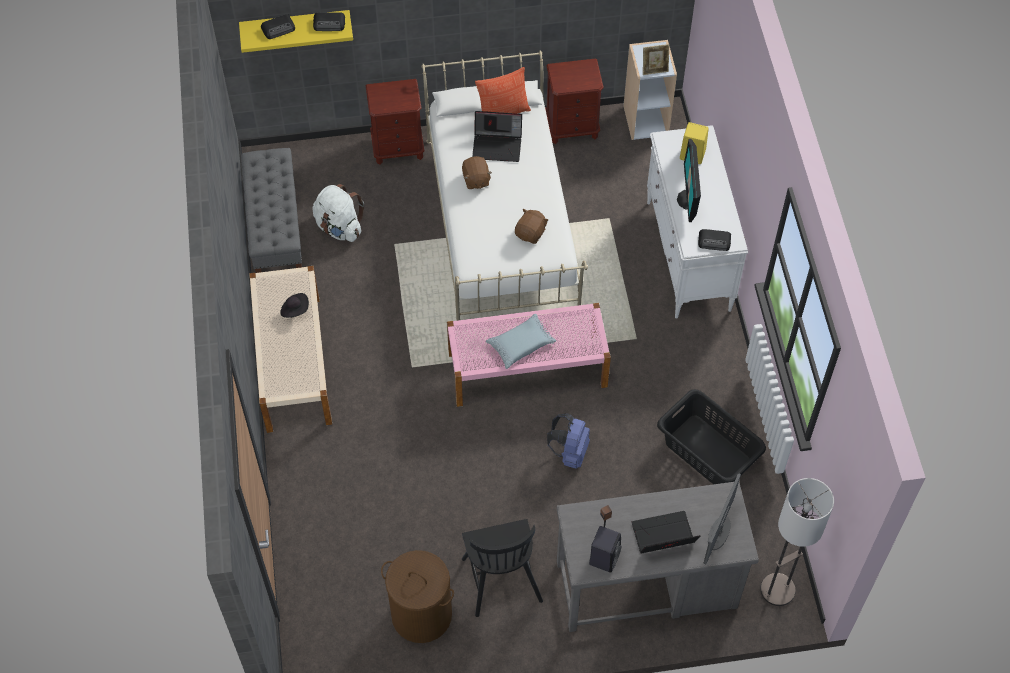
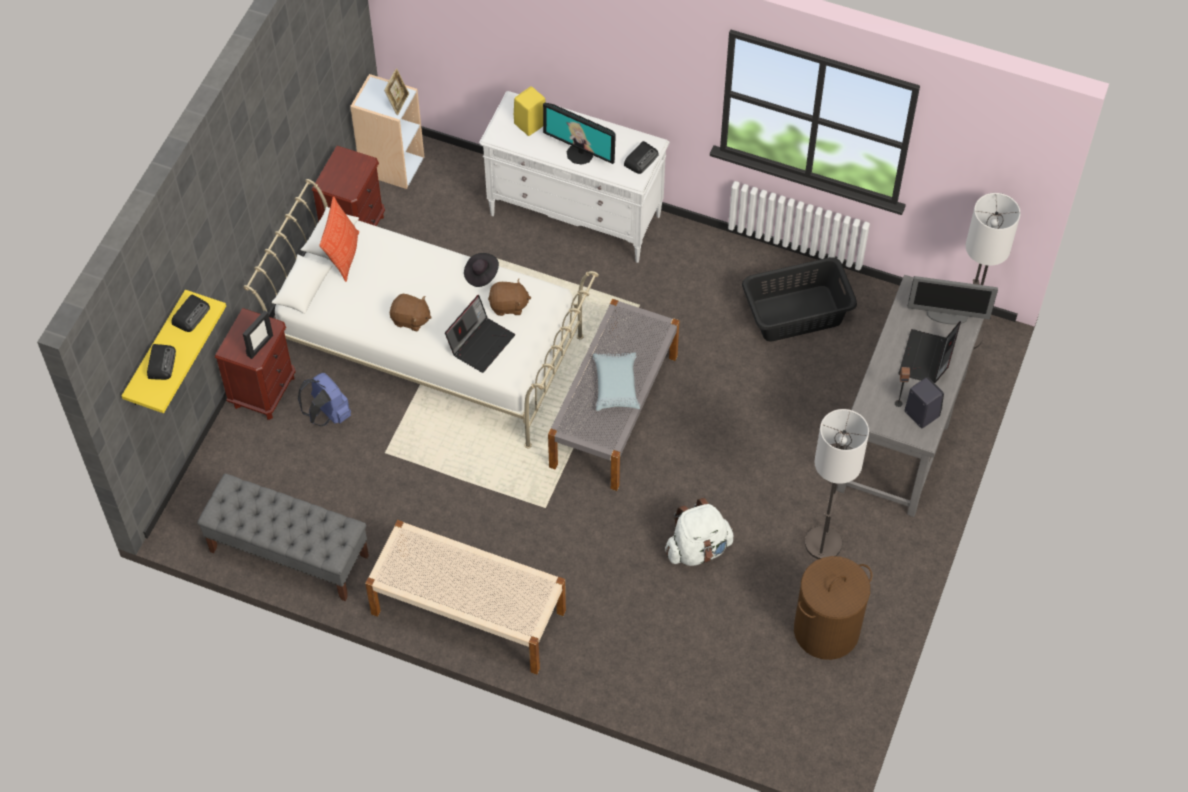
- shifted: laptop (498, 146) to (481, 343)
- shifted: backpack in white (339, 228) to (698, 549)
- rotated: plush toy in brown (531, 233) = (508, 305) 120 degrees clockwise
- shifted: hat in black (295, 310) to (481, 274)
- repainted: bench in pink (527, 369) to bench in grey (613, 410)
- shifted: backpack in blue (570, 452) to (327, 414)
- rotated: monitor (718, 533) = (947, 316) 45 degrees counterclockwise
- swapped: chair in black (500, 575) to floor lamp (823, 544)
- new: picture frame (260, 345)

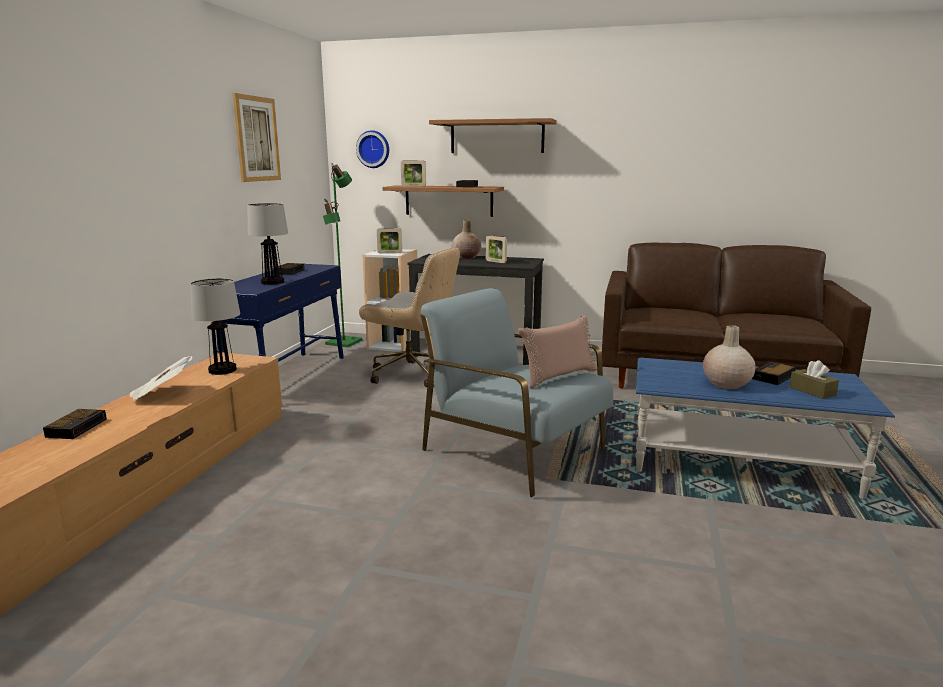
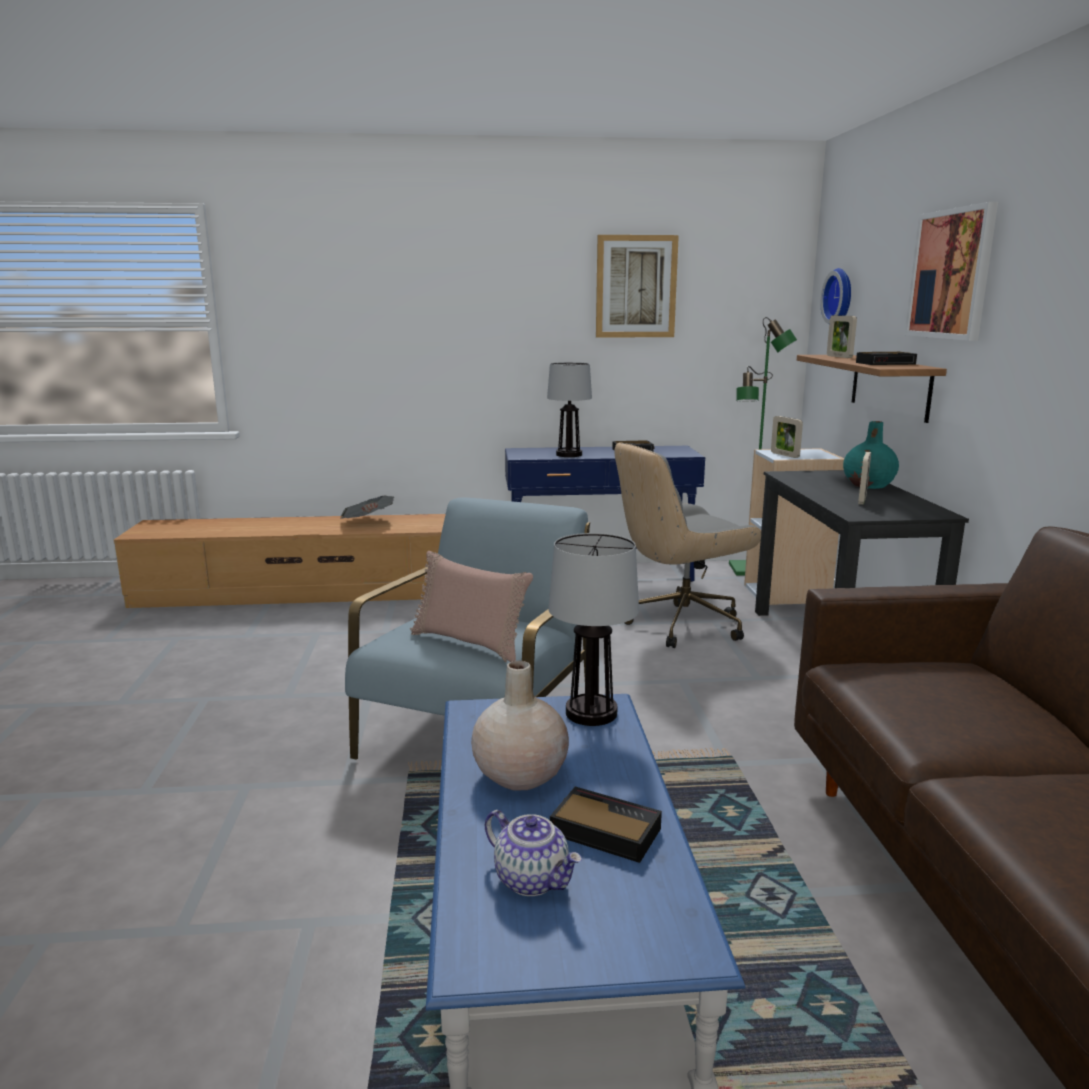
- swapped: shelf (497, 137) to picture (951, 274)
- repainted: vase in beige (466, 257) to vase in turquoise (869, 485)
- rotated: office chair in grey (412, 375) = (680, 626) 60 degrees clockwise
- shifted: table lamp (223, 370) to (592, 713)
- swapped: tissue box in brown (812, 391) to teapot (533, 879)
- gone: alarm clock (77, 427)

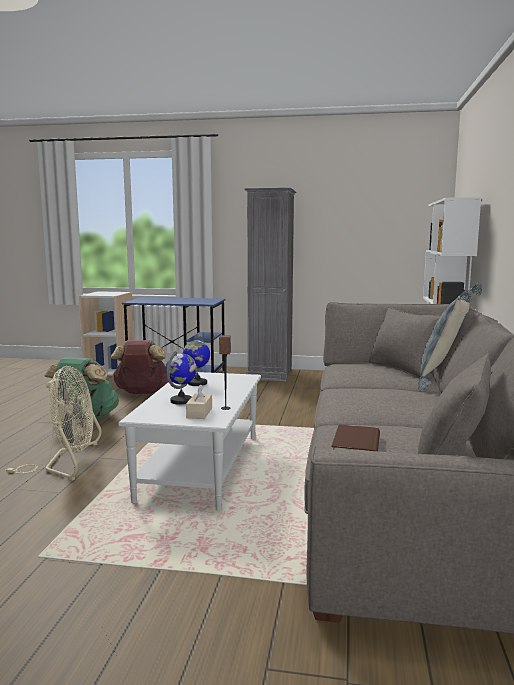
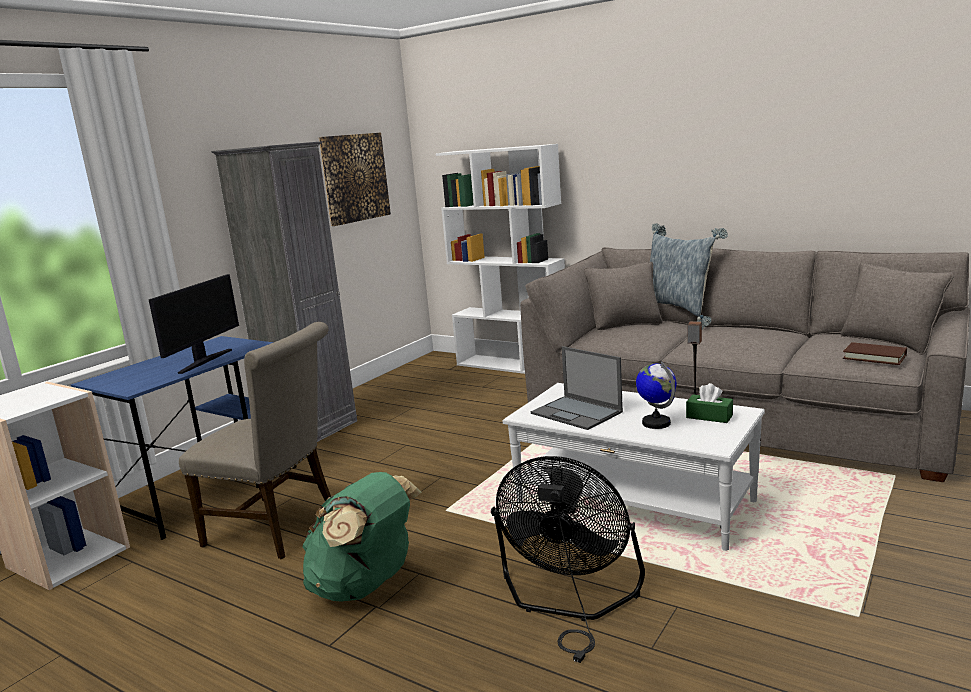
- swapped: globe (197, 383) to laptop (577, 413)
- swapped: backpack in brown (142, 393) to chair in beige (279, 528)
- repainted: fan in beige (65, 462) to fan in black (567, 603)
- repainted: tissue box in beige (199, 413) to tissue box in green (709, 416)
- new: picture (354, 178)
- new: monitor (204, 361)

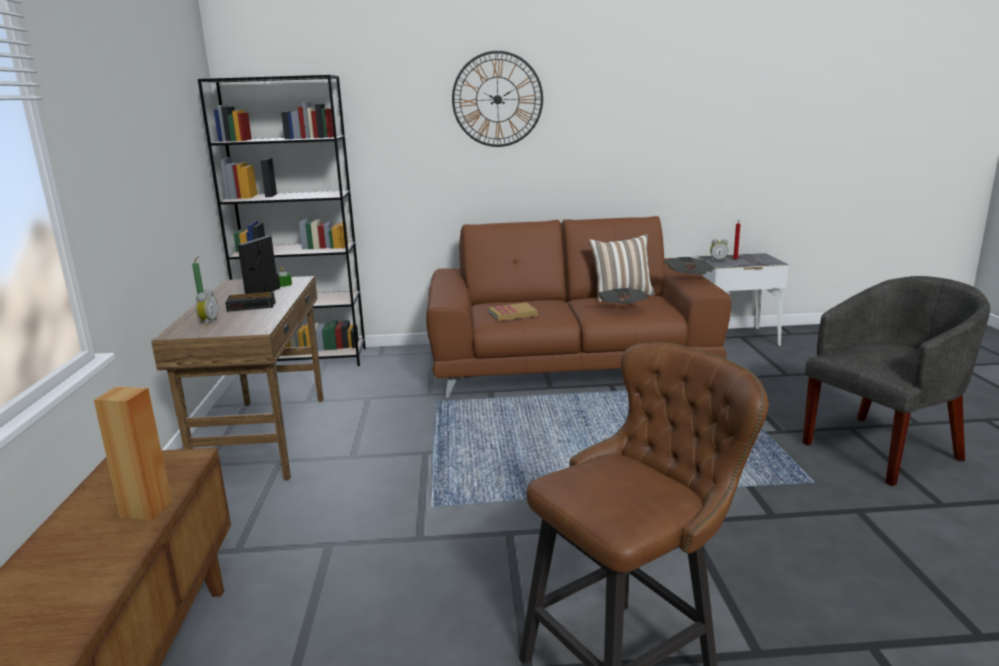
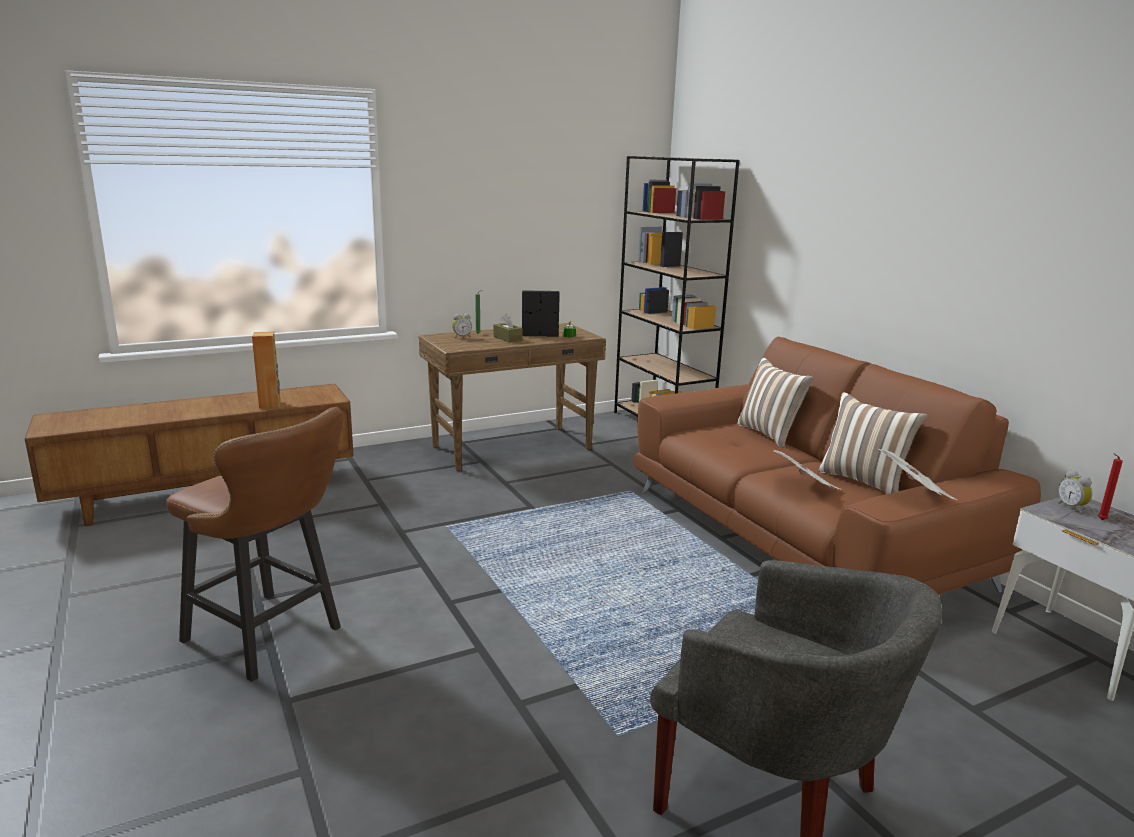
- gone: wall clock (497, 99)
- swapped: alarm clock (252, 305) to tissue box in brown (507, 338)
- gone: book (512, 314)
- new: pillow (770, 434)

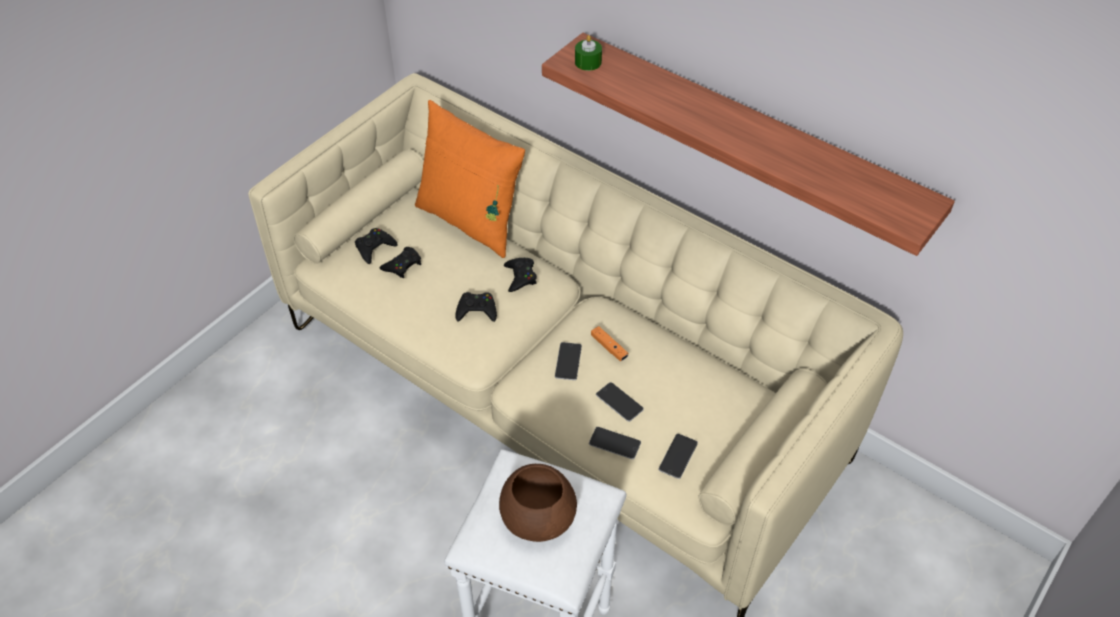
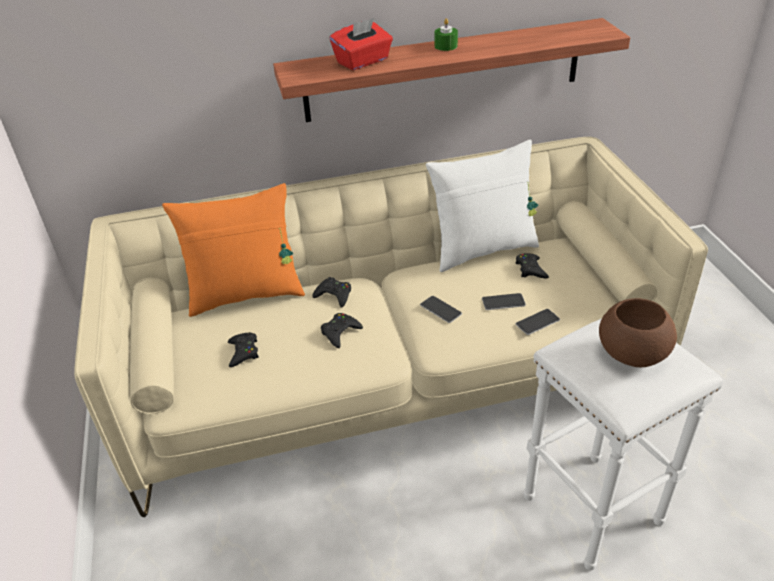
- shifted: candle in green (588, 62) to (446, 46)
- shifted: game controller in black (374, 248) to (530, 269)
- gone: game controller in orange (609, 347)
- gone: phone (678, 456)
- new: tissue box in red (363, 61)
- new: pillow in white (483, 251)

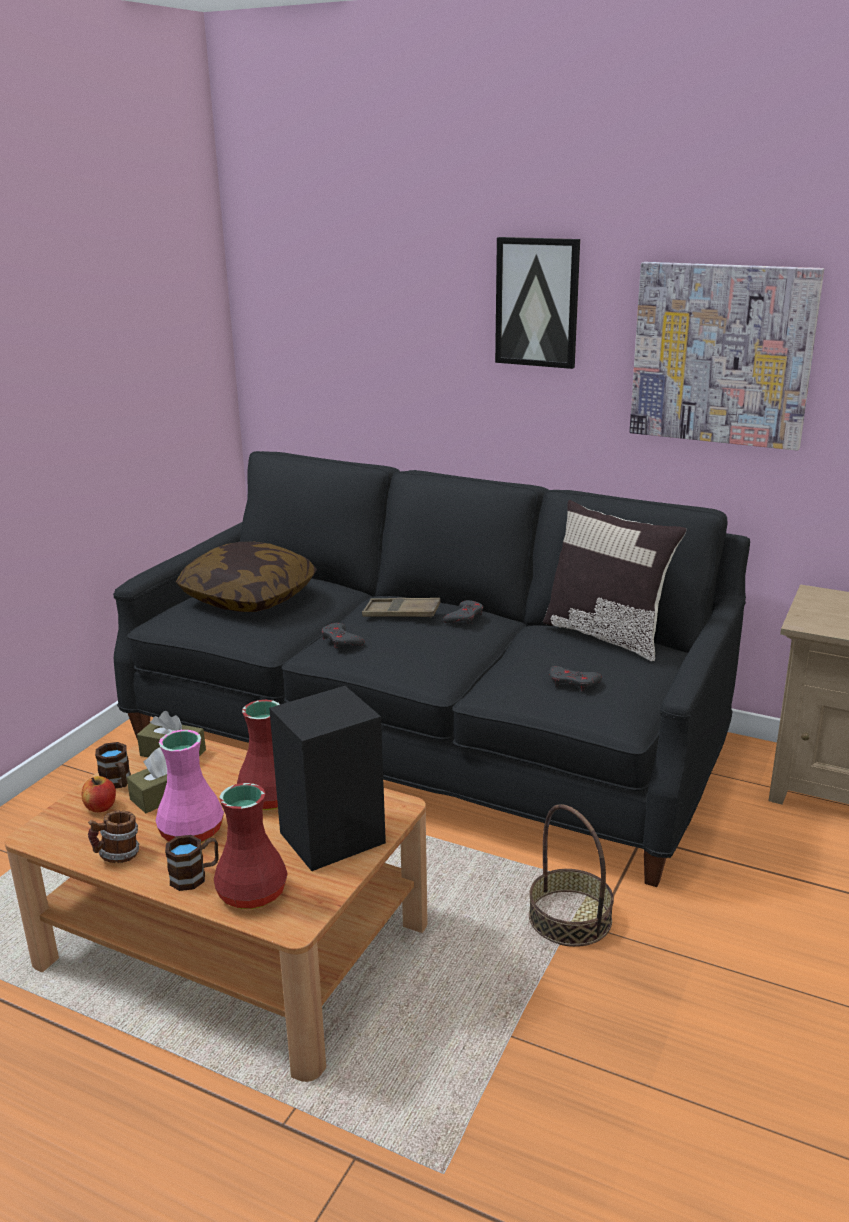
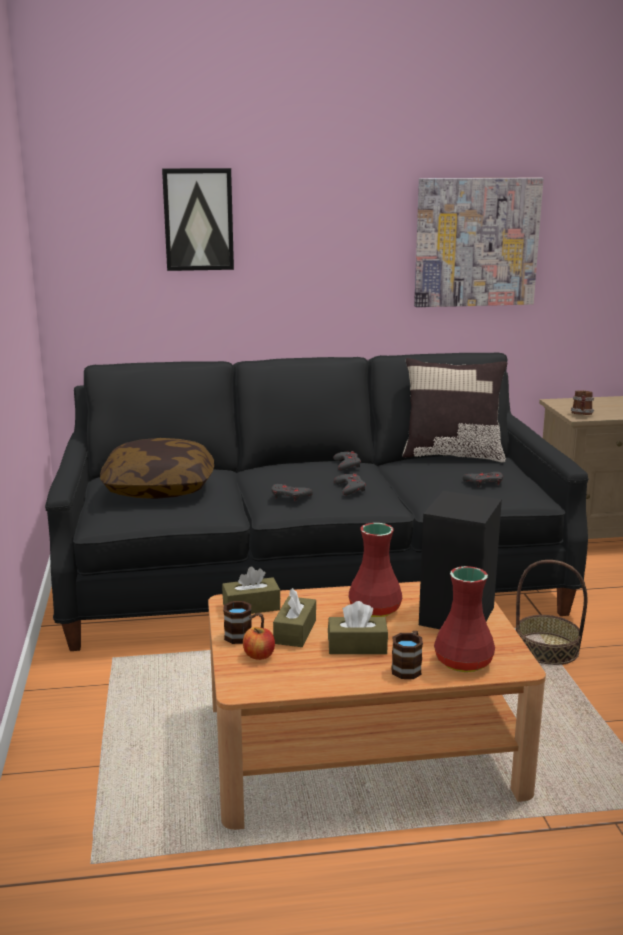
- shifted: picture (537, 302) to (198, 219)
- gone: tray in brown (401, 613)
- swapped: vase in pink (190, 833) to tissue box in brown (357, 646)
- shifted: mug (117, 856) to (581, 415)
- new: game controller in grey (350, 488)

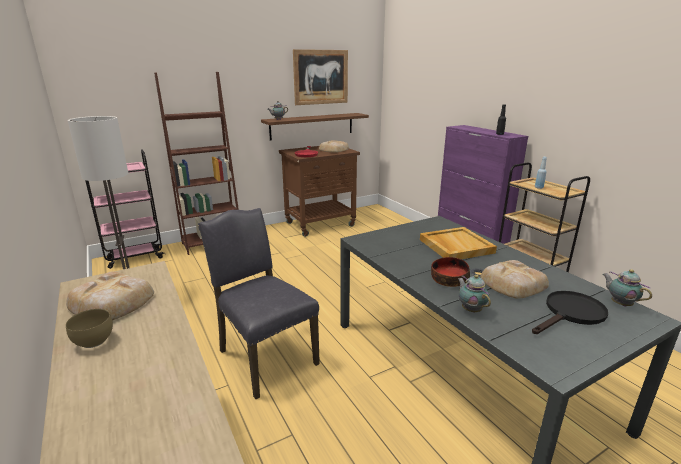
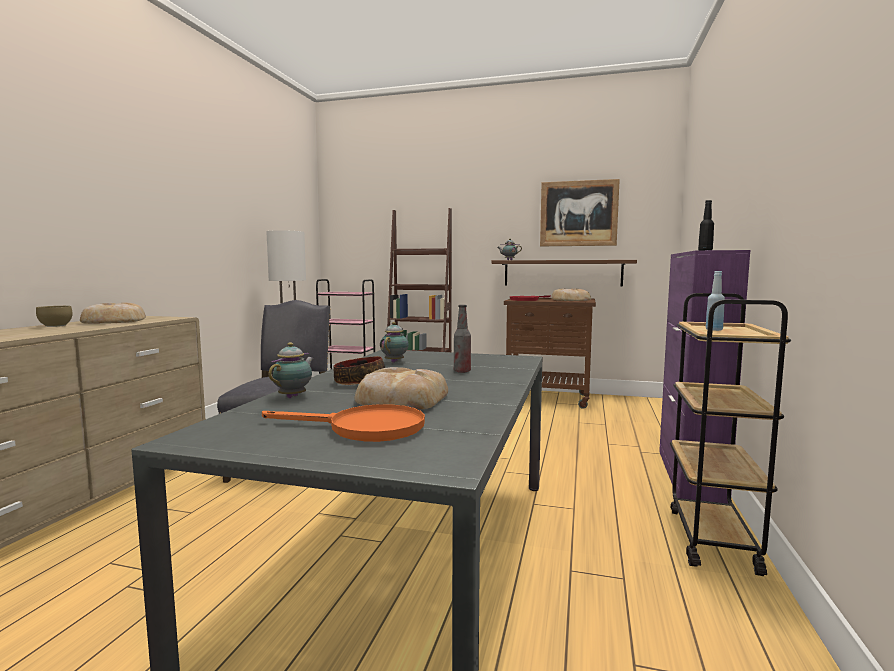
- swapped: tray in beige (455, 246) to bottle (462, 371)
- shifted: teapot (619, 304) to (395, 361)
- repainted: frying pan in black (570, 314) to frying pan in orange (363, 428)

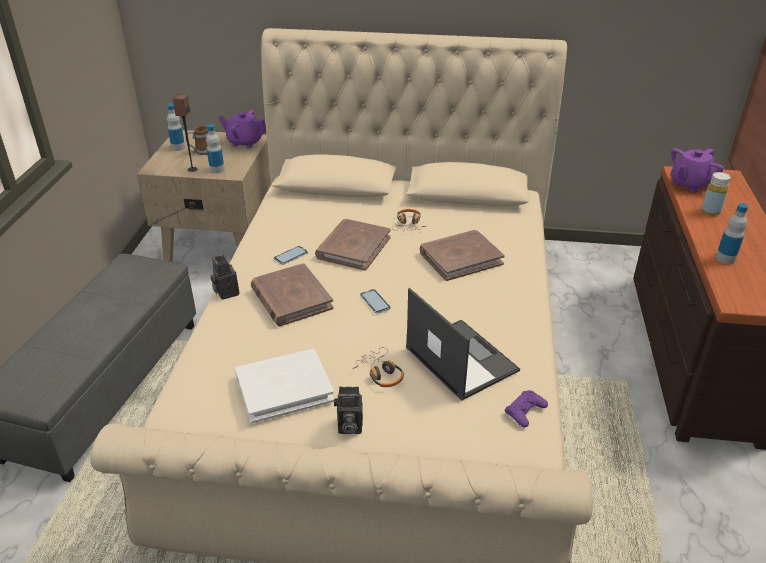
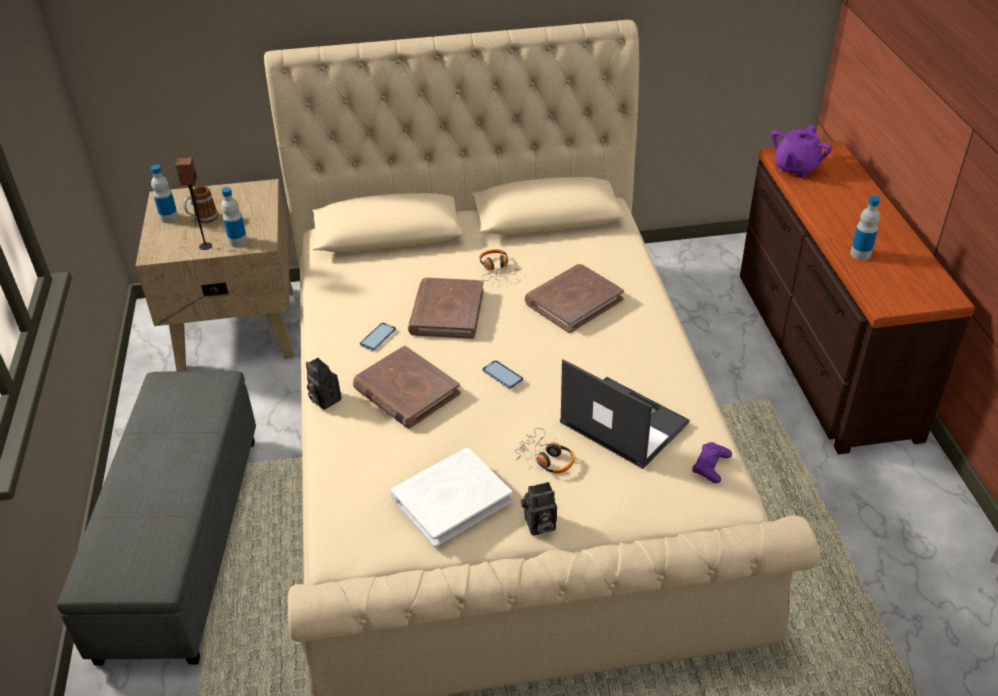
- gone: teapot in purple (245, 142)
- gone: bottle in yellow (710, 211)

